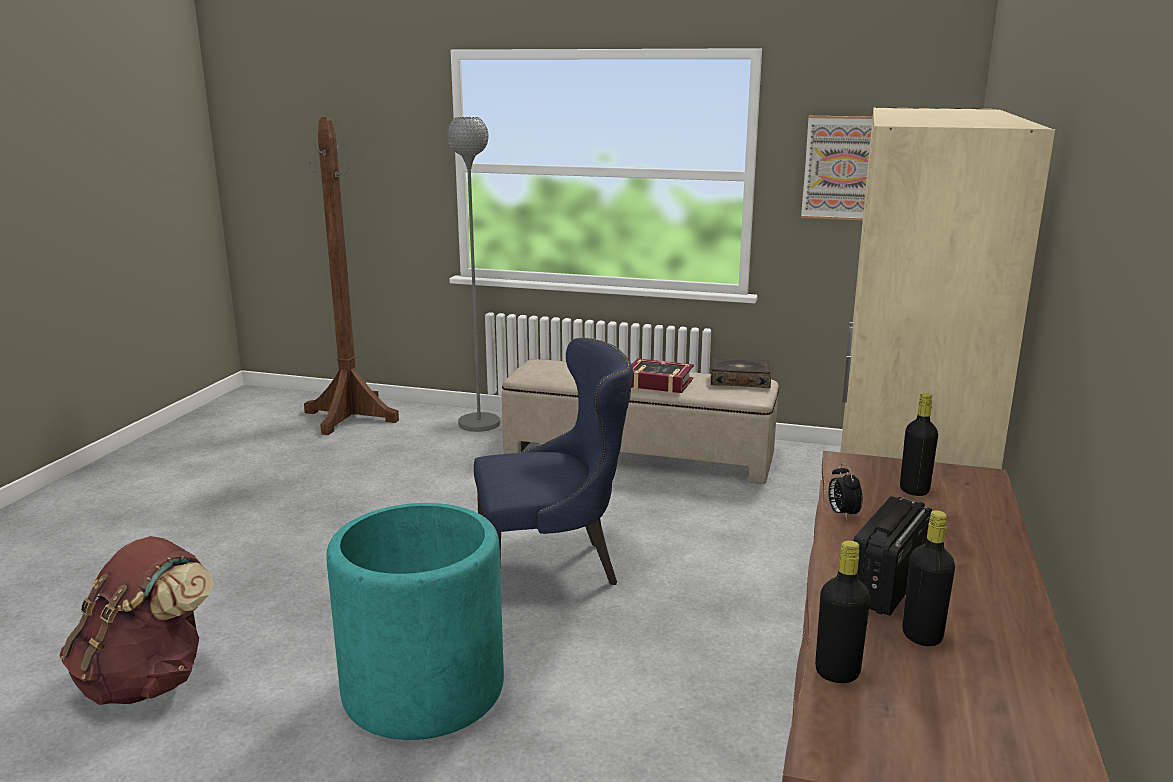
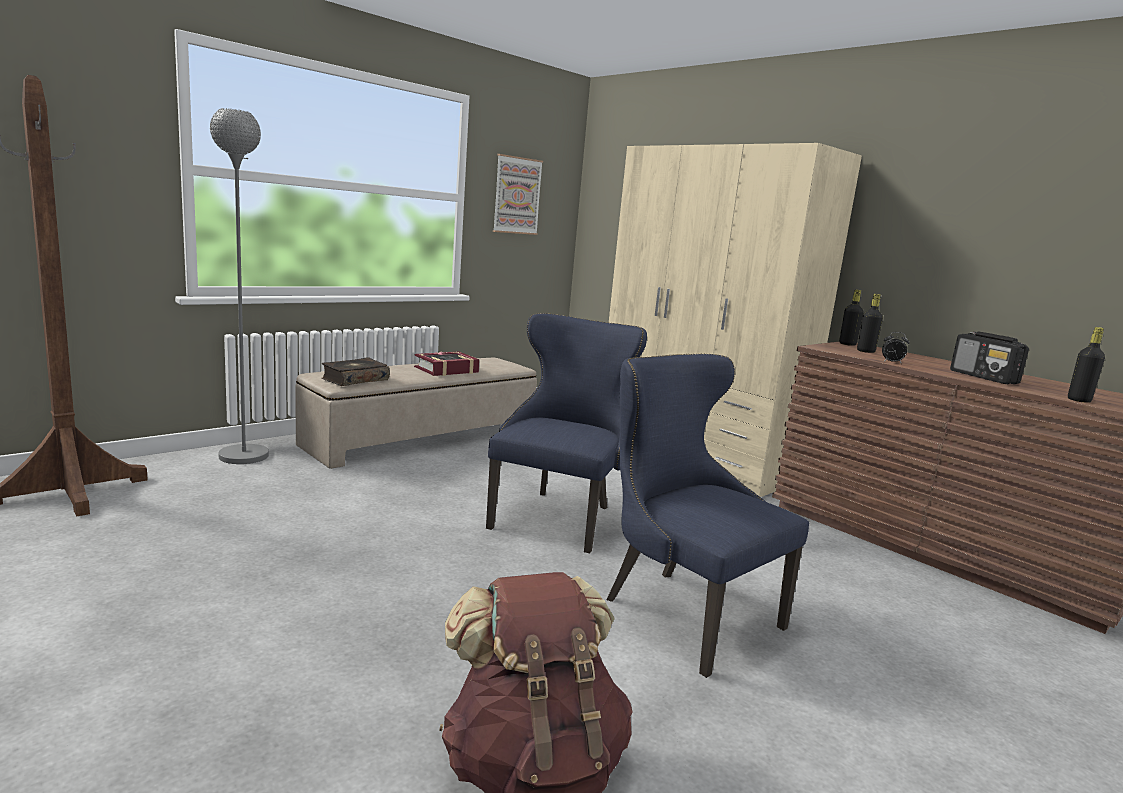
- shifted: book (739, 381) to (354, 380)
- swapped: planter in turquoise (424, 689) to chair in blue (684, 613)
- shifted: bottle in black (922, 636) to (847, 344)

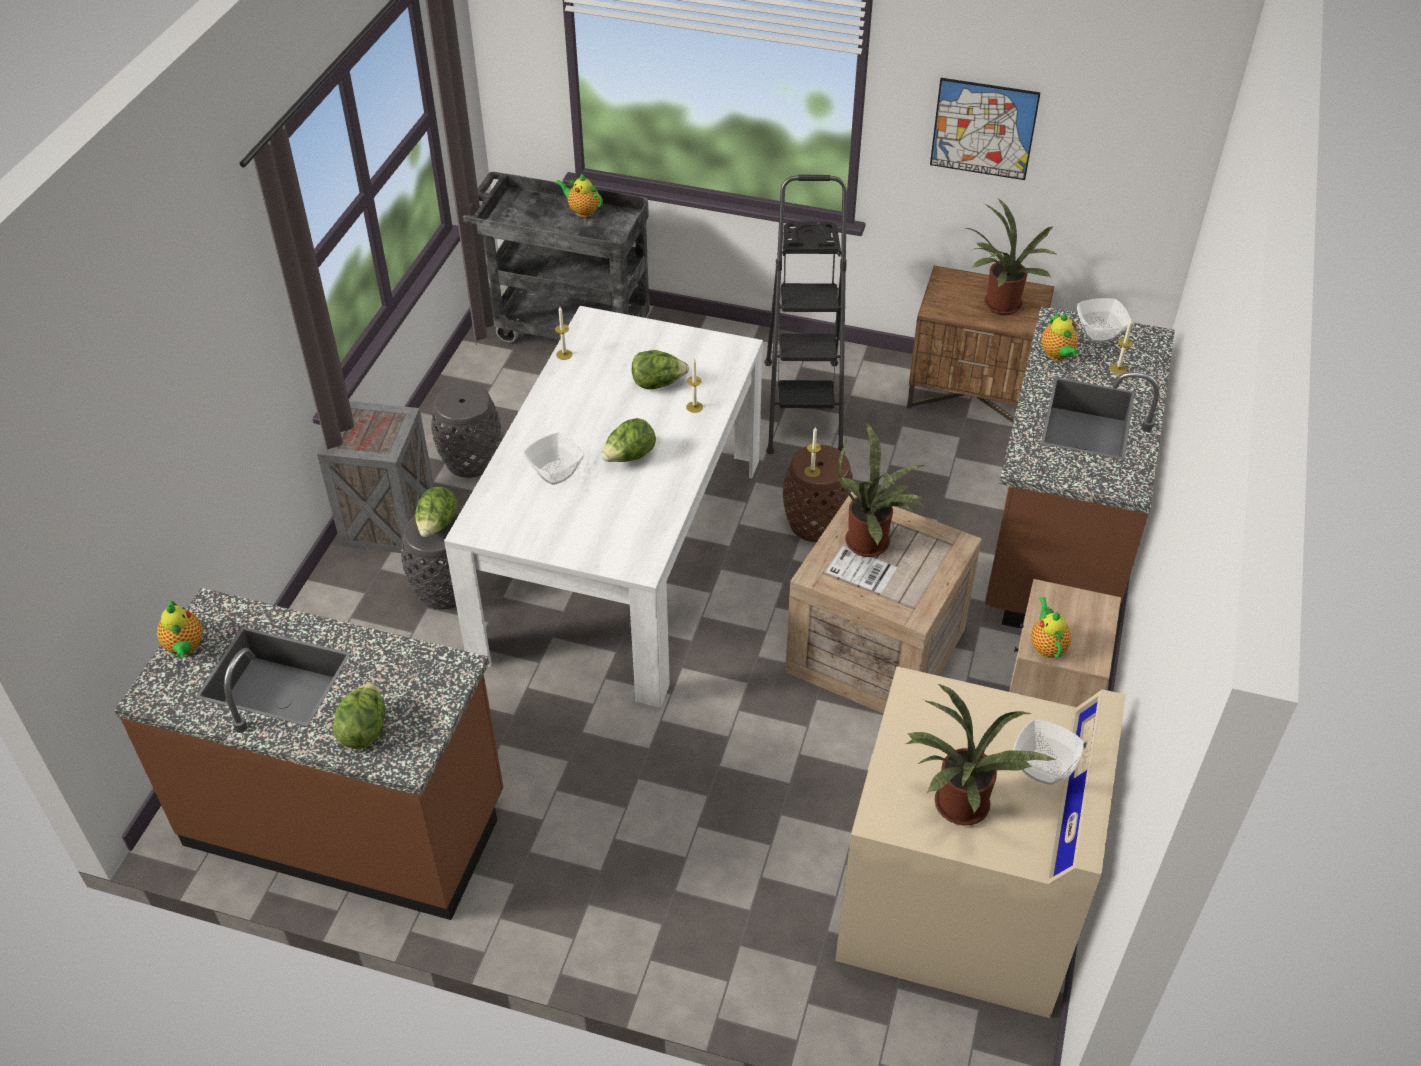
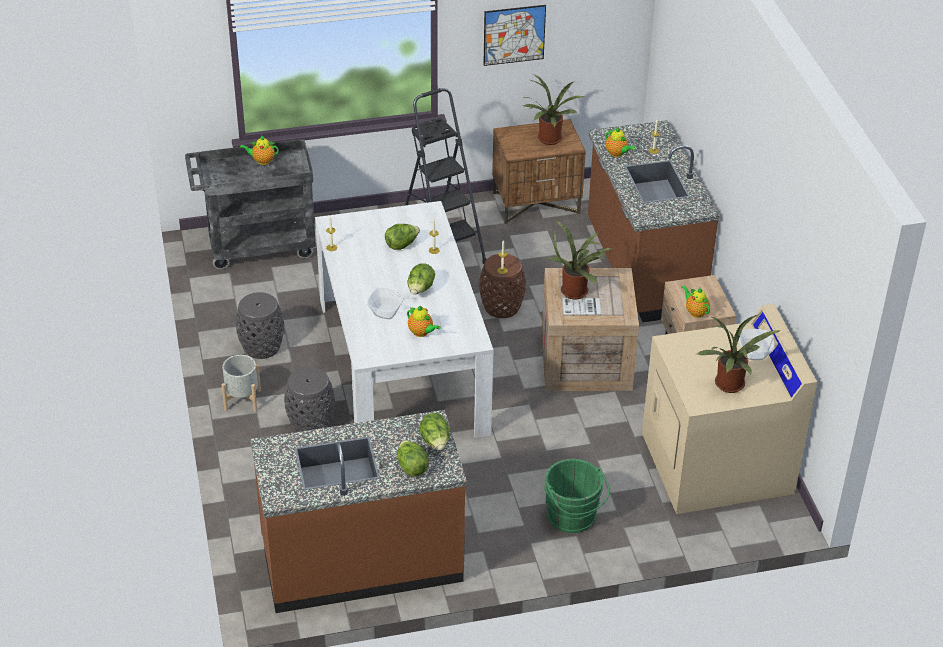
- gone: bowl (1098, 333)
- swapped: crate (391, 522) to planter in grey (242, 400)
- shifted: lettuce (437, 526) to (435, 442)
- shifted: teapot (185, 647) to (421, 333)
- new: bucket in green (573, 518)

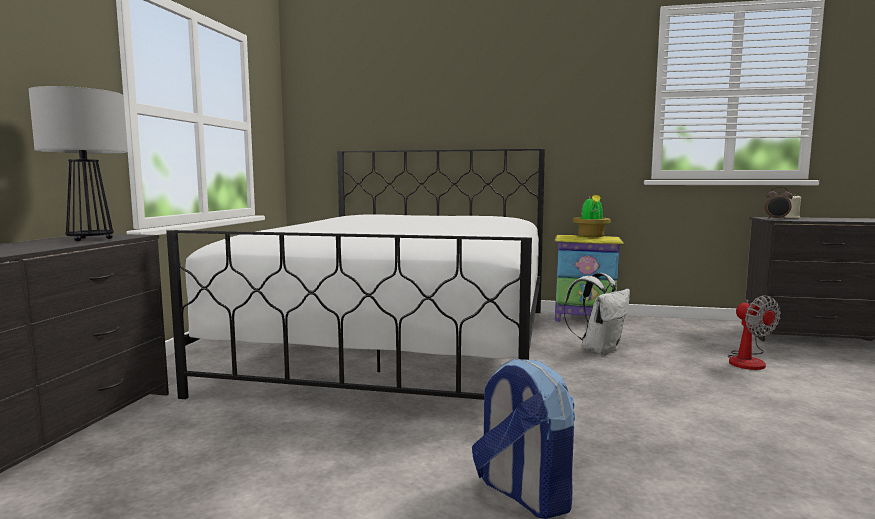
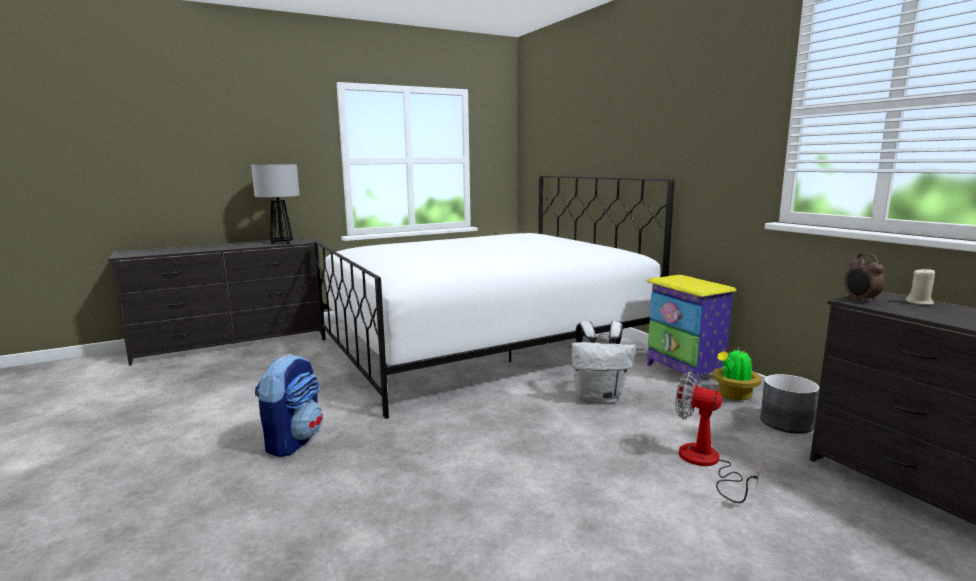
- shifted: potted plant (591, 236) to (733, 395)
- rotated: fan (748, 361) = (706, 464) 90 degrees clockwise
- new: planter in grey (787, 422)

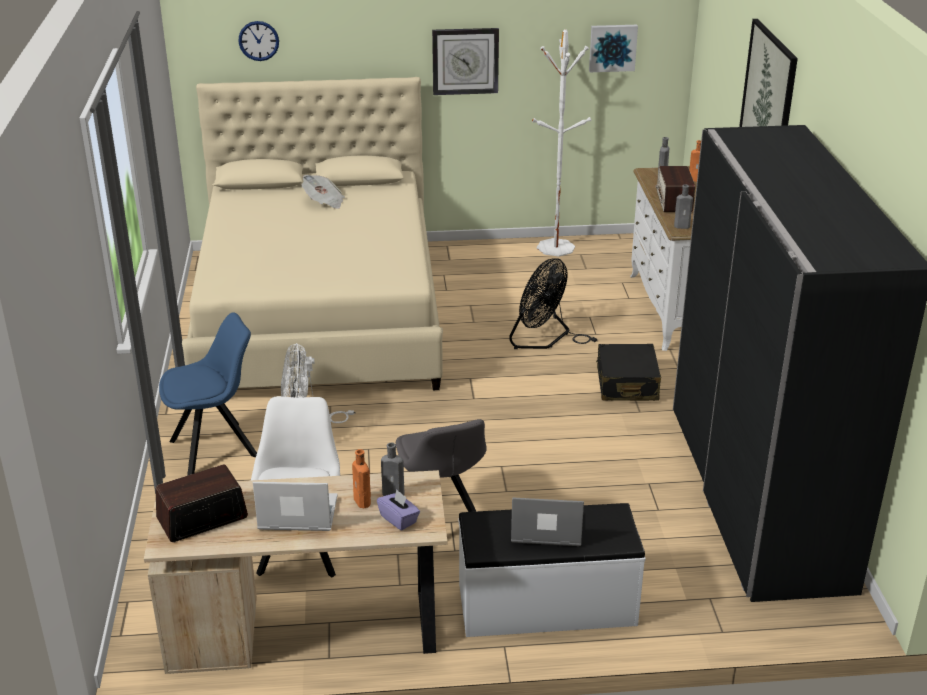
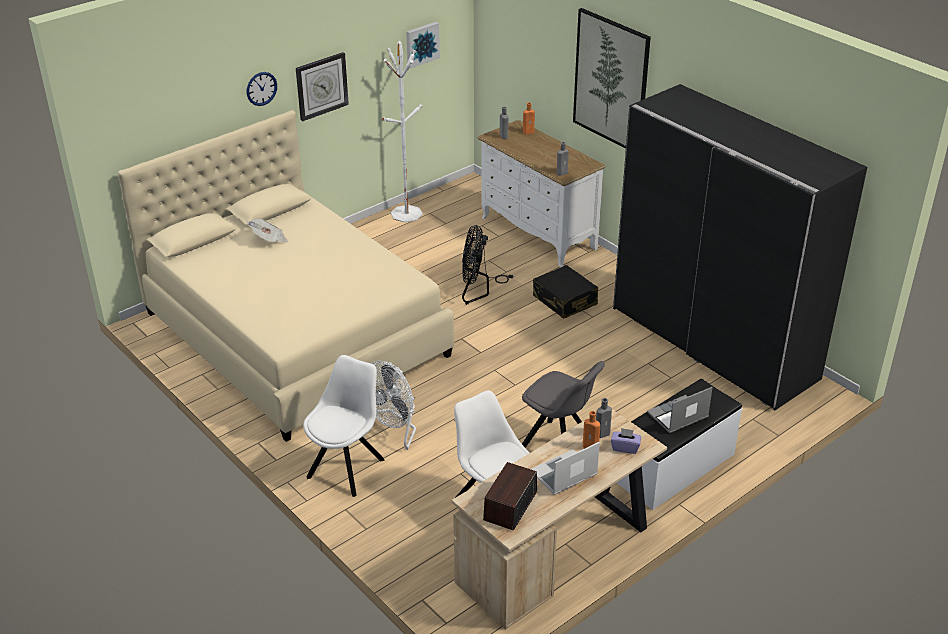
- shifted: wall clock (258, 40) to (261, 88)
- gone: radio (674, 201)
- repainted: chair in blue (214, 449) to chair in white (346, 468)

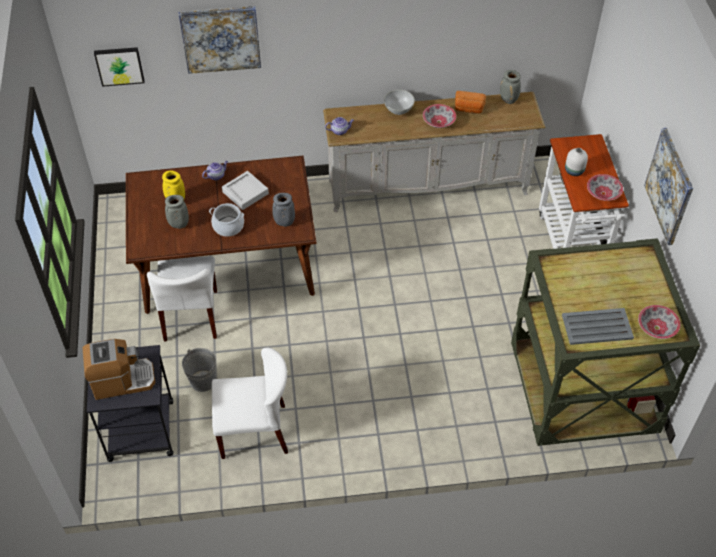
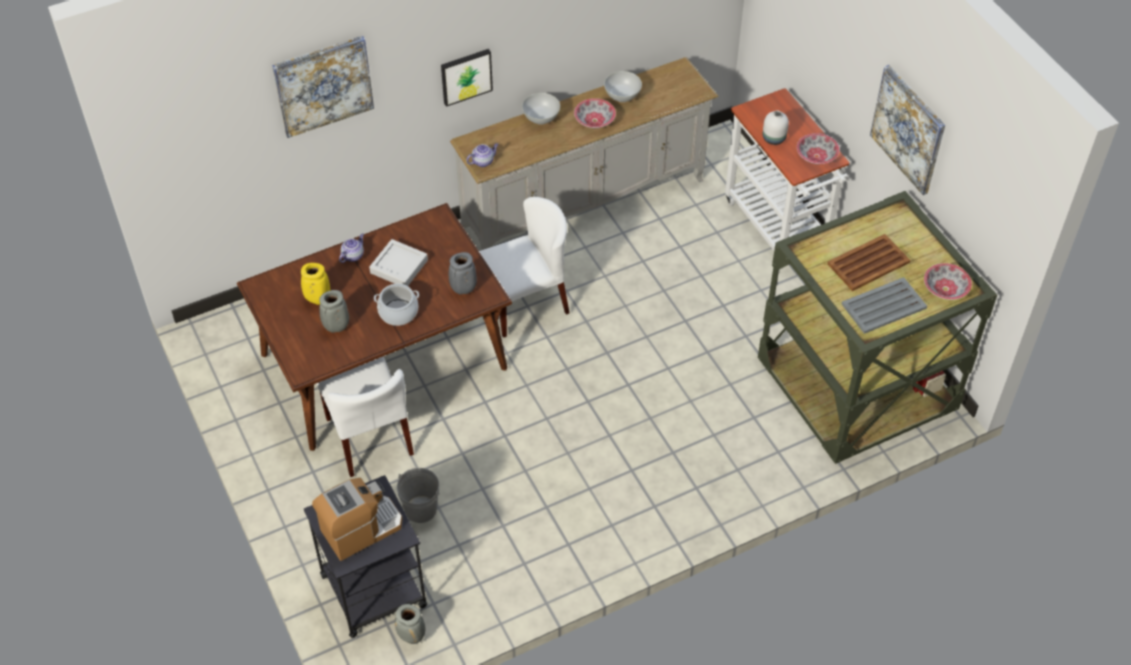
- shifted: picture (119, 65) to (466, 76)
- shifted: vase in grey (509, 100) to (412, 636)
- swapped: bread (468, 109) to bowl in white (622, 96)
- shifted: chair in white (254, 431) to (524, 303)
- new: tray in brown (869, 263)

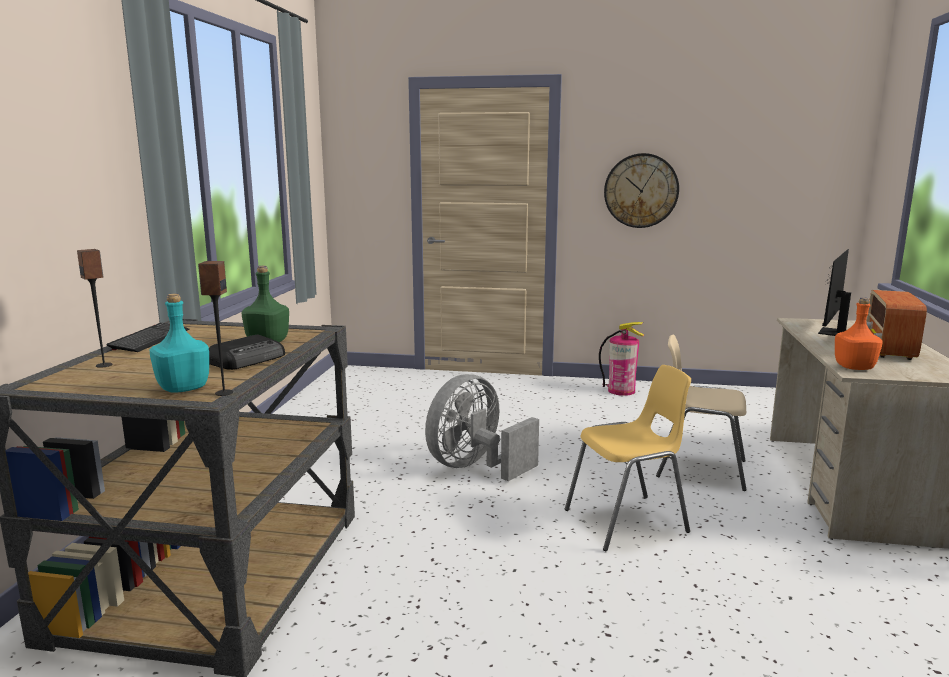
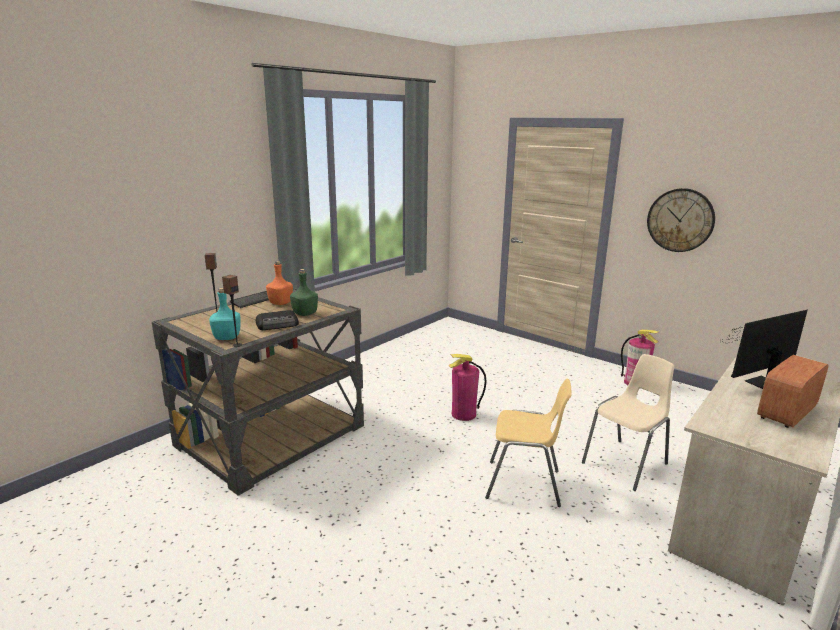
- shifted: bottle in orange (854, 368) to (280, 303)
- rotated: chair in beige (700, 469) = (626, 463) 90 degrees clockwise
- swapped: fan in grey (475, 467) to fire extinguisher (464, 414)

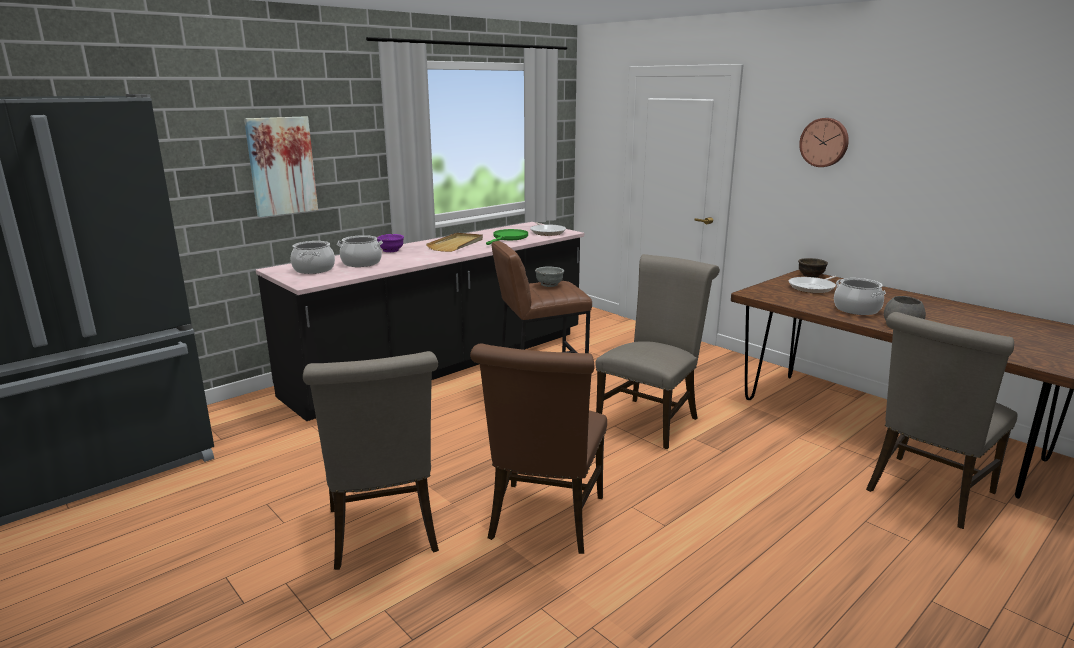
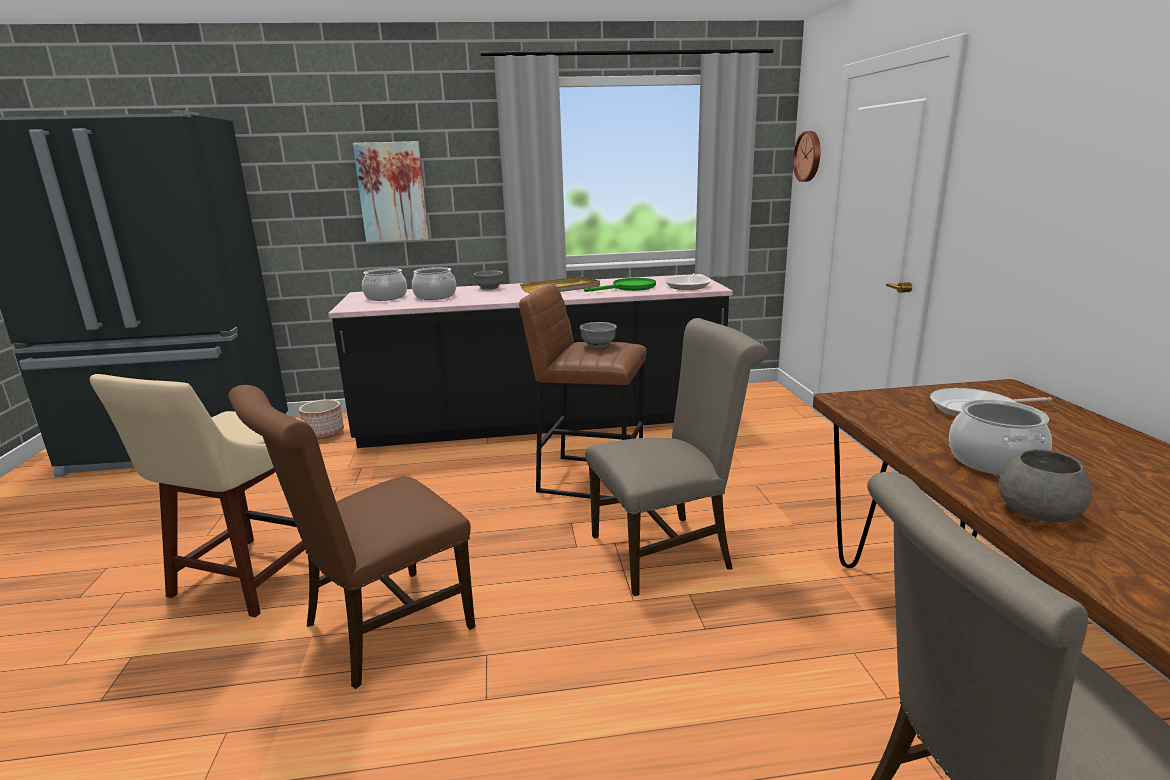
- shifted: wall clock (824, 142) to (809, 156)
- repainted: bowl in purple (391, 250) to bowl in grey (489, 288)
- gone: bowl in brown (811, 275)
- swapped: chair in beige (384, 534) to stool in beige (245, 579)
- new: planter (324, 433)

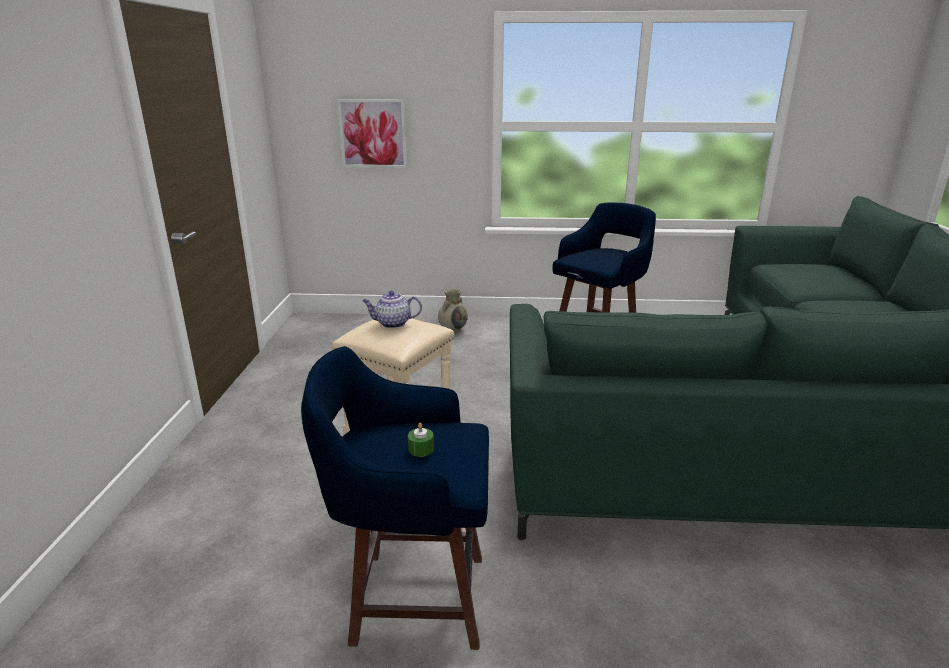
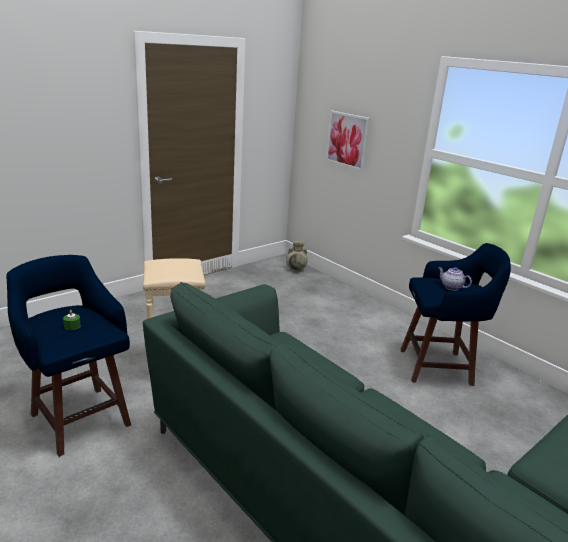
- shifted: vase in beige (453, 329) to (296, 269)
- shifted: teapot (392, 324) to (451, 287)

